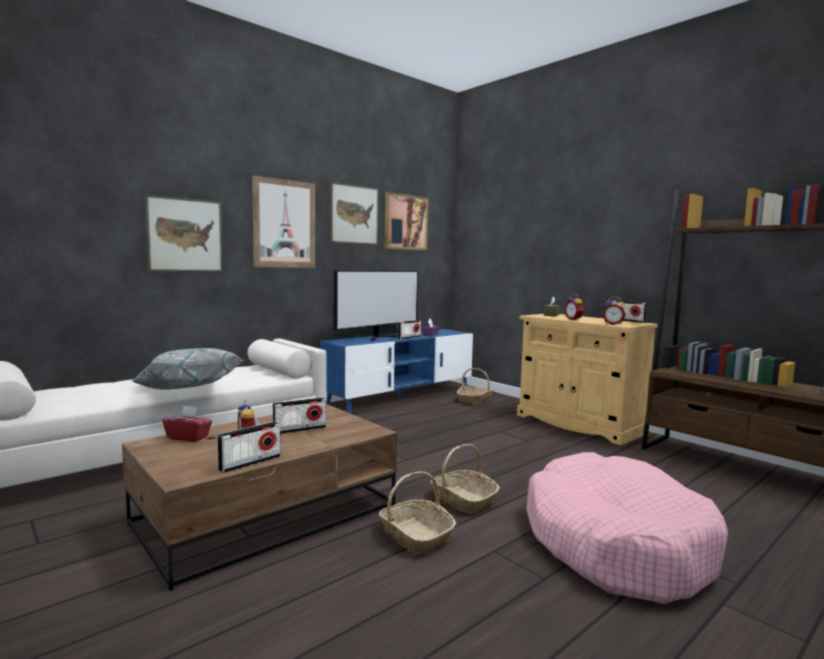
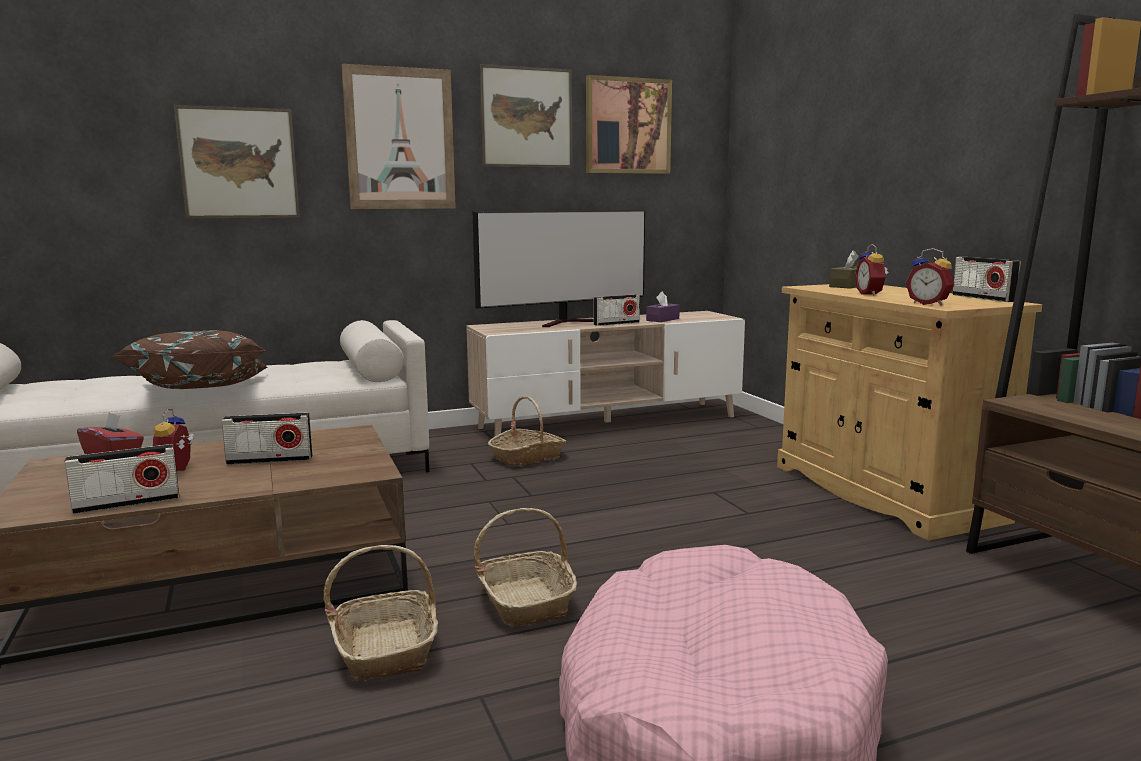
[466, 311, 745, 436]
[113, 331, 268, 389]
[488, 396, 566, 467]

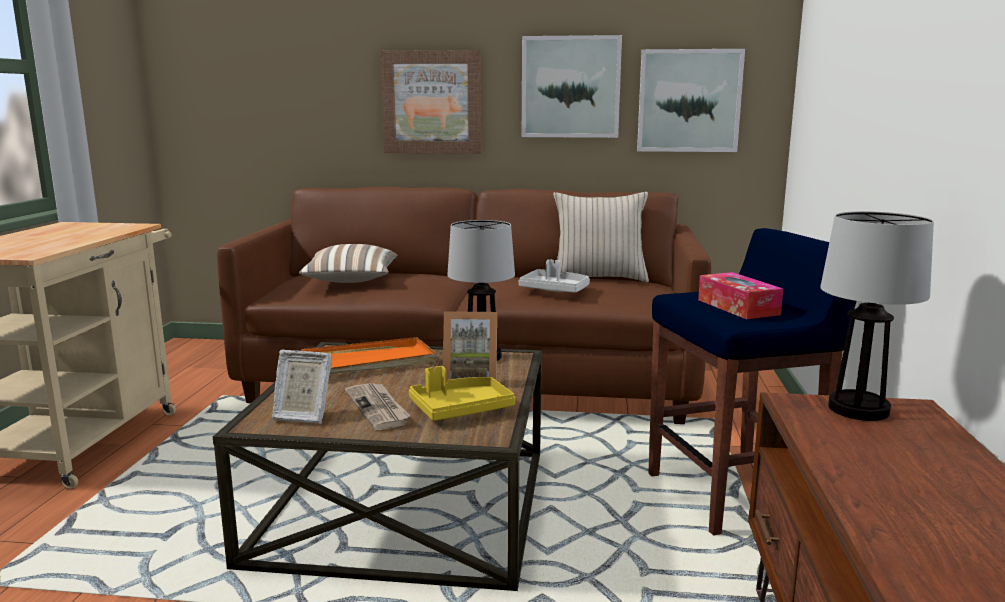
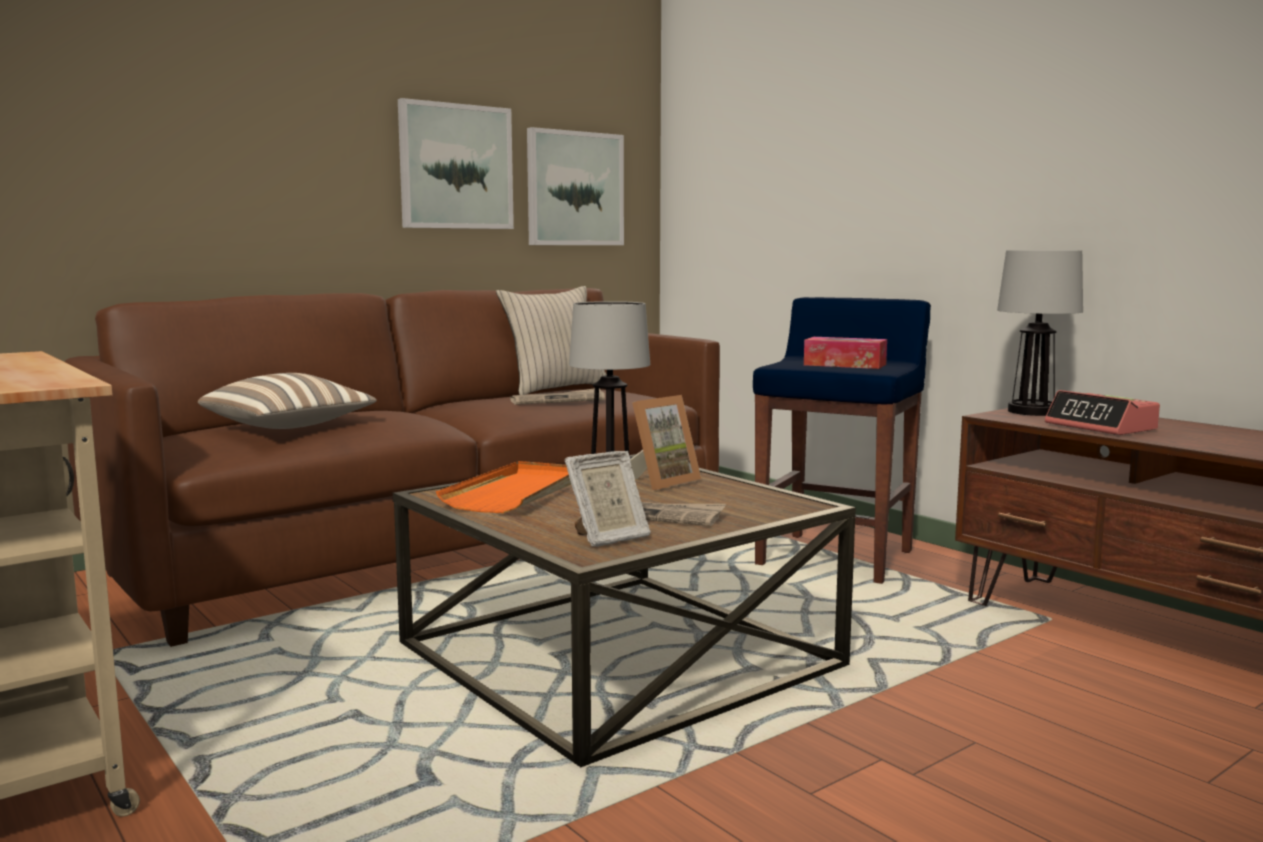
[380, 50, 482, 154] (first image)
[510, 388, 605, 405]
[409, 366, 516, 421] (first image)
[1045, 390, 1160, 435]

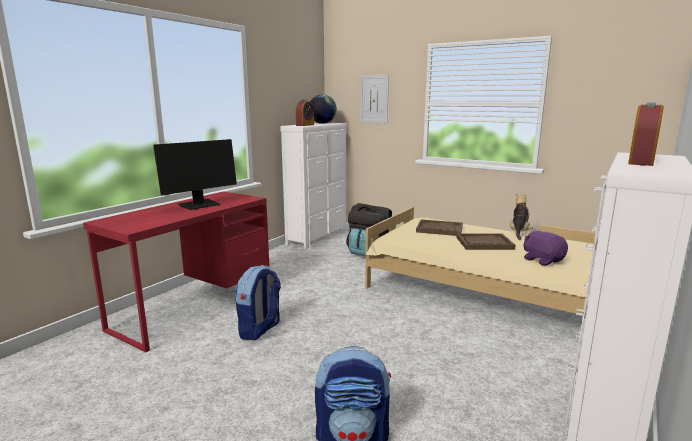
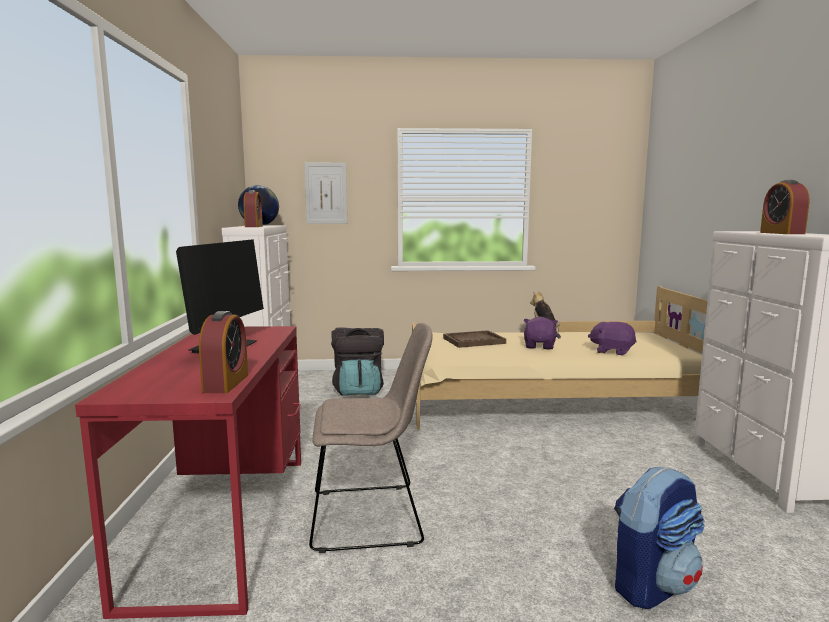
[524, 317, 558, 350]
[309, 323, 433, 553]
[199, 311, 248, 393]

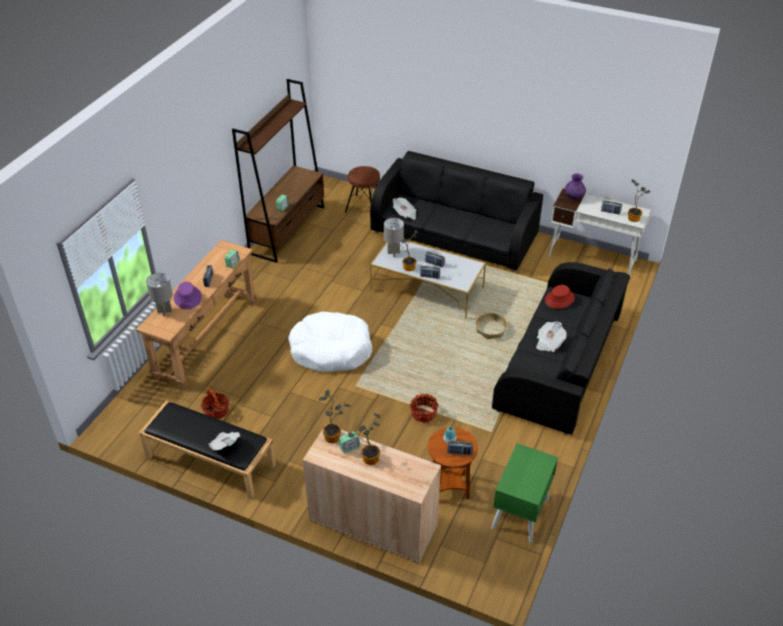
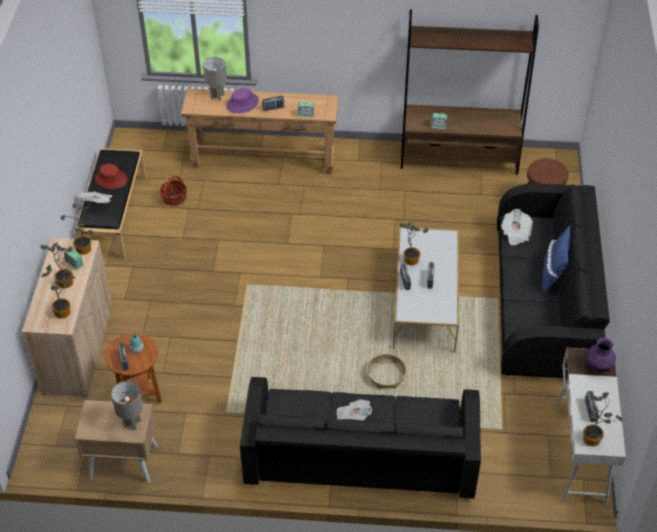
[111, 381, 143, 430]
[95, 164, 128, 189]
[288, 311, 372, 372] (first image)
[410, 394, 439, 423] (first image)
[75, 400, 158, 483]
[542, 226, 570, 293]
[41, 265, 75, 318]

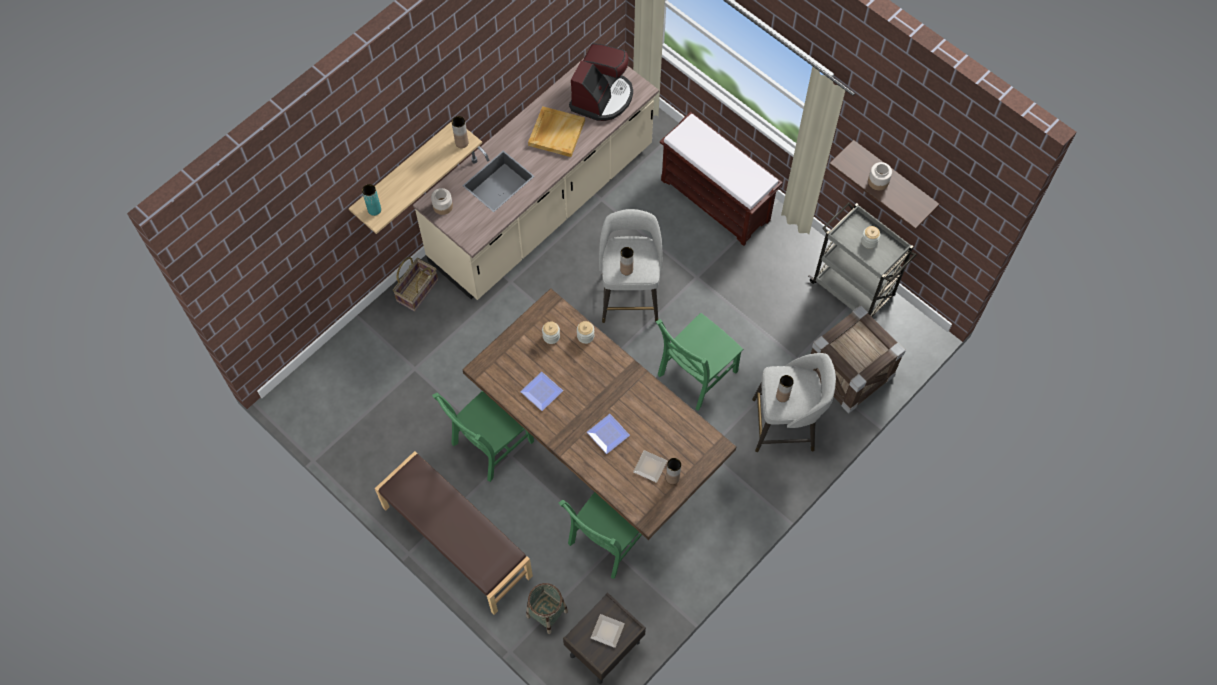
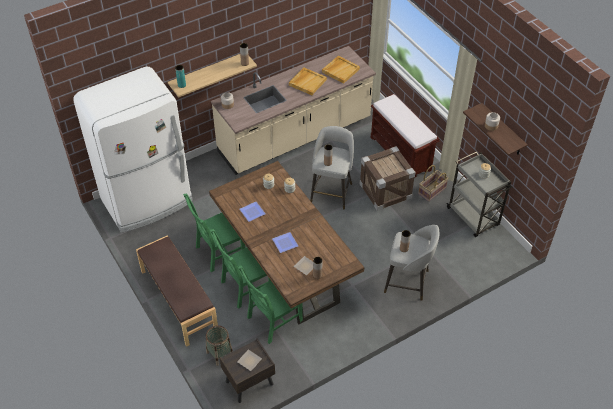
[322, 56, 360, 84]
[418, 165, 448, 202]
[360, 146, 416, 211]
[210, 229, 271, 309]
[74, 67, 193, 233]

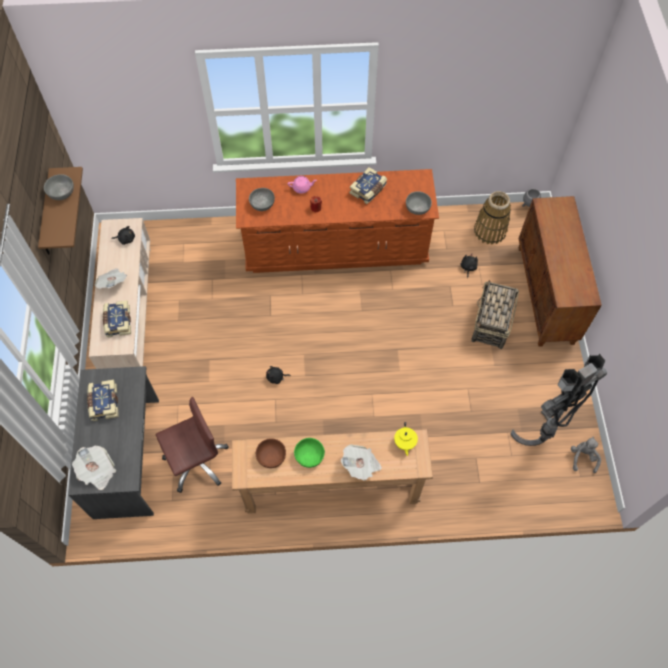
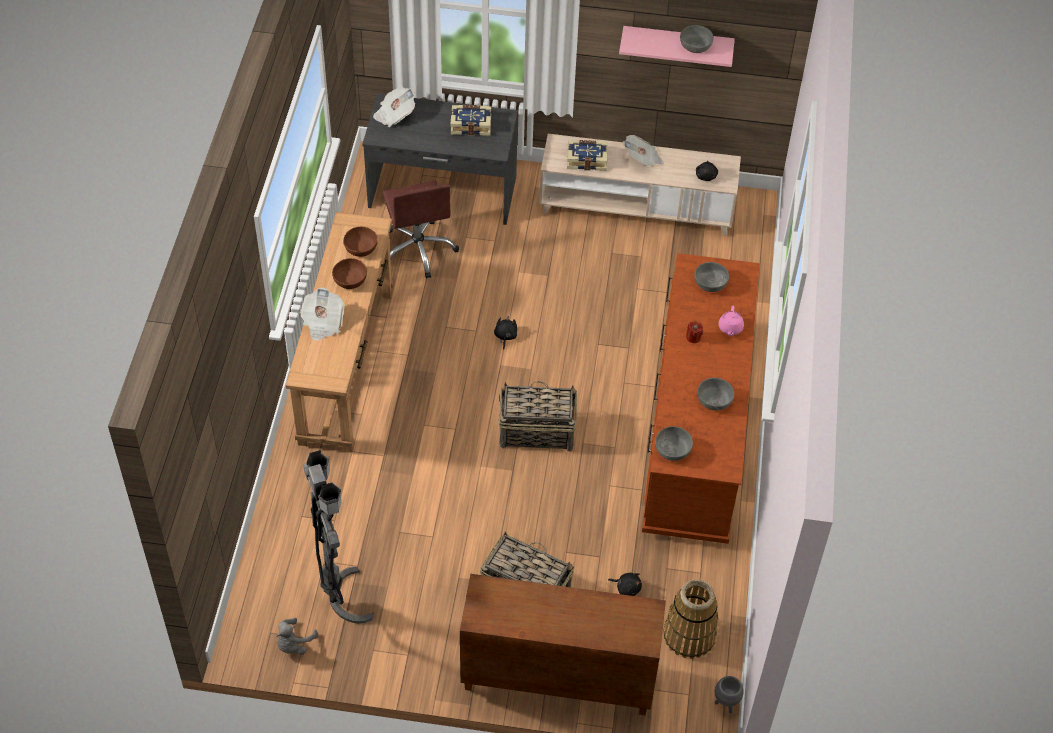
[619, 26, 735, 67]
[698, 378, 734, 411]
[394, 422, 418, 456] (first image)
[277, 617, 318, 655]
[332, 258, 367, 289]
[499, 381, 577, 452]

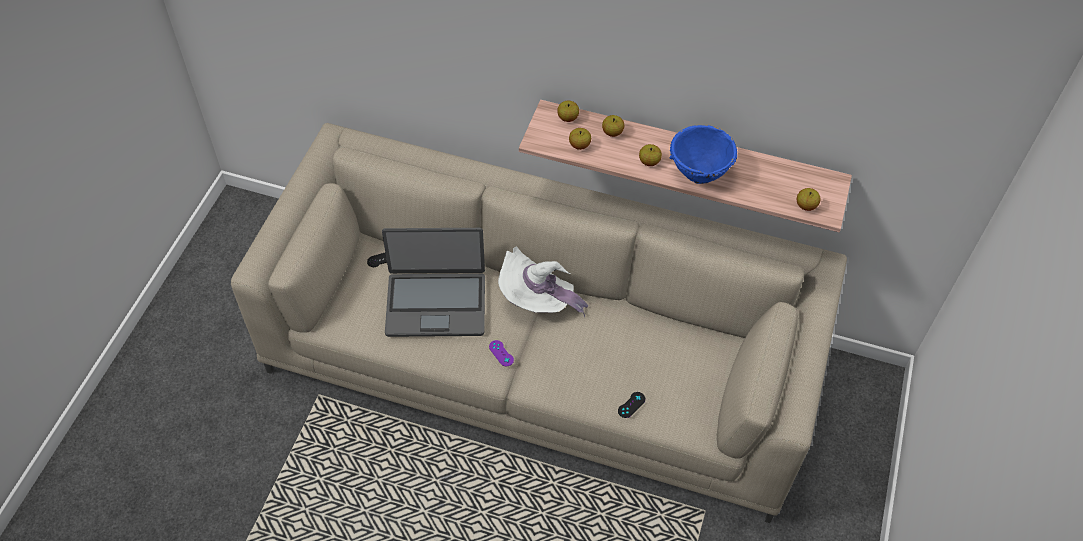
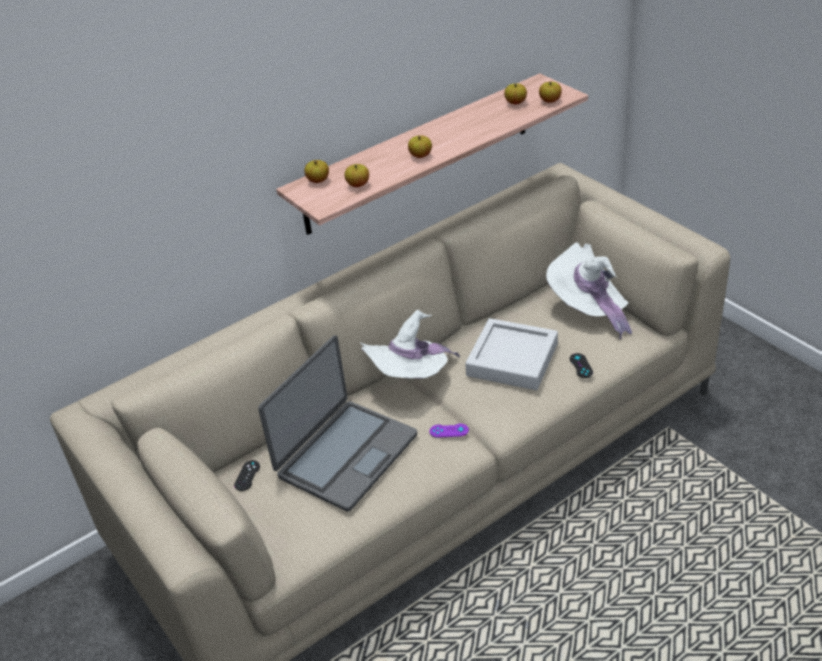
[504, 83, 527, 104]
[669, 125, 737, 184] (first image)
[546, 242, 632, 340]
[465, 318, 558, 390]

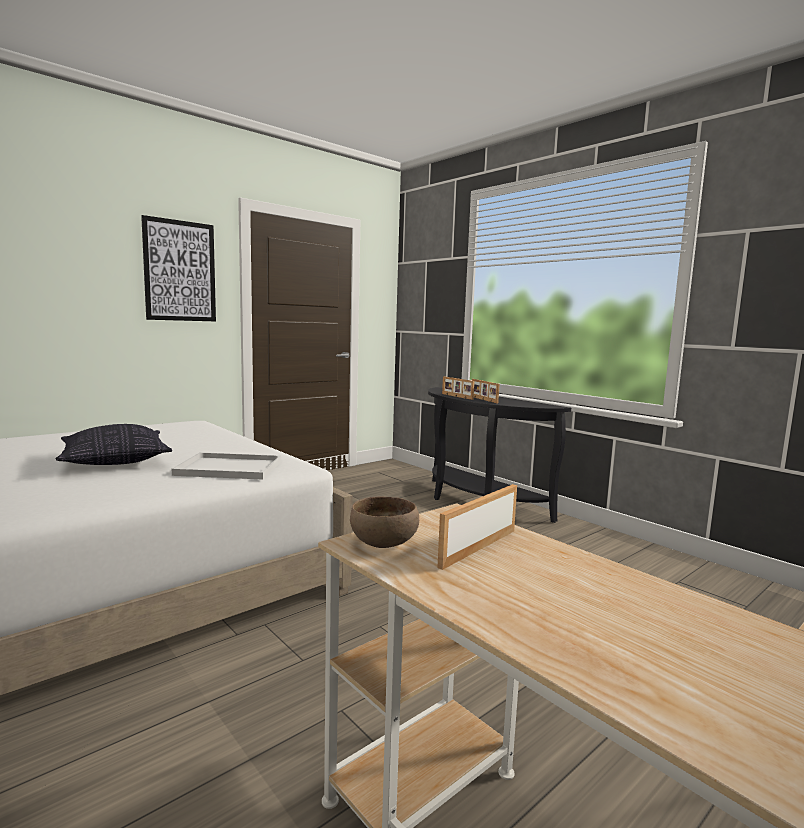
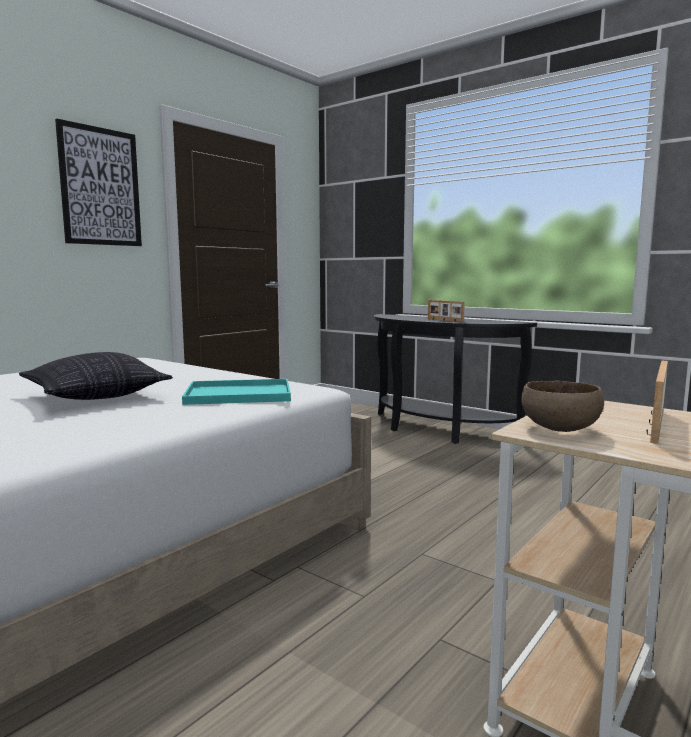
[442, 376, 474, 400] (first image)
[182, 379, 291, 405]

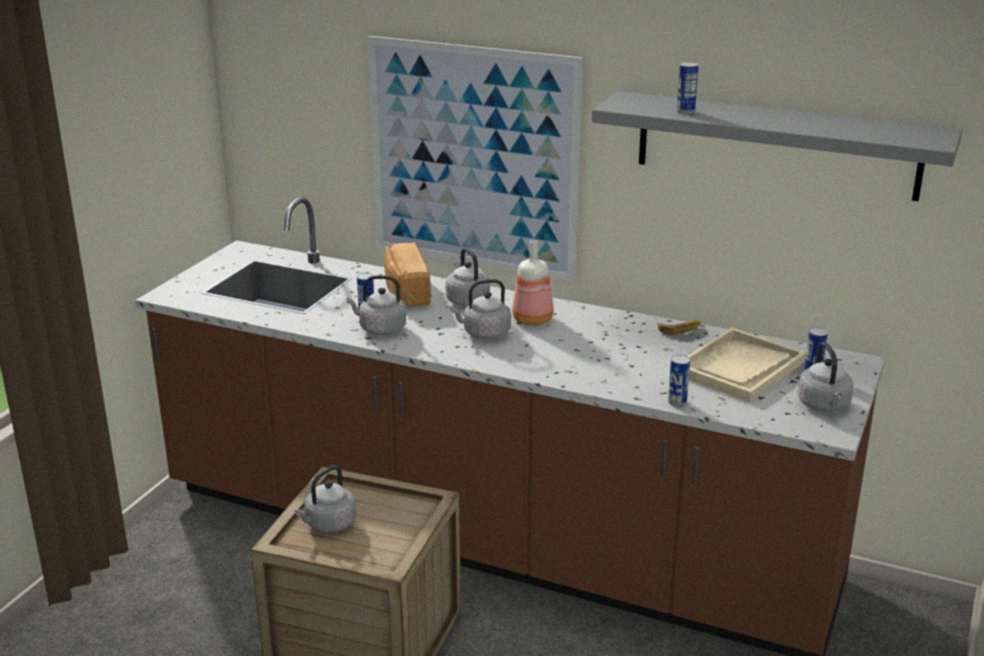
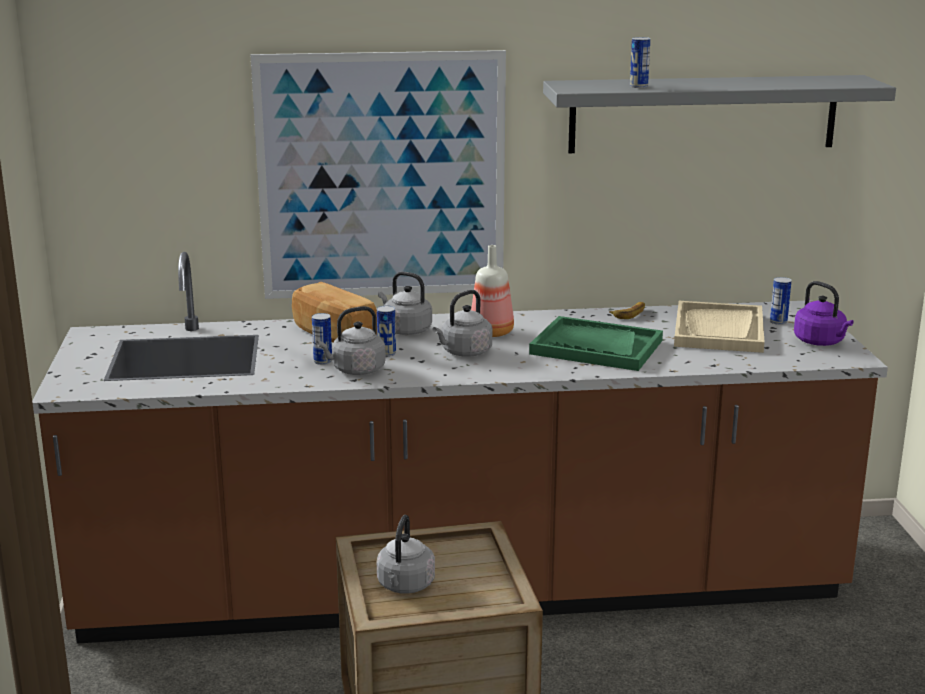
[794, 281, 853, 346]
[377, 305, 396, 356]
[529, 316, 663, 371]

